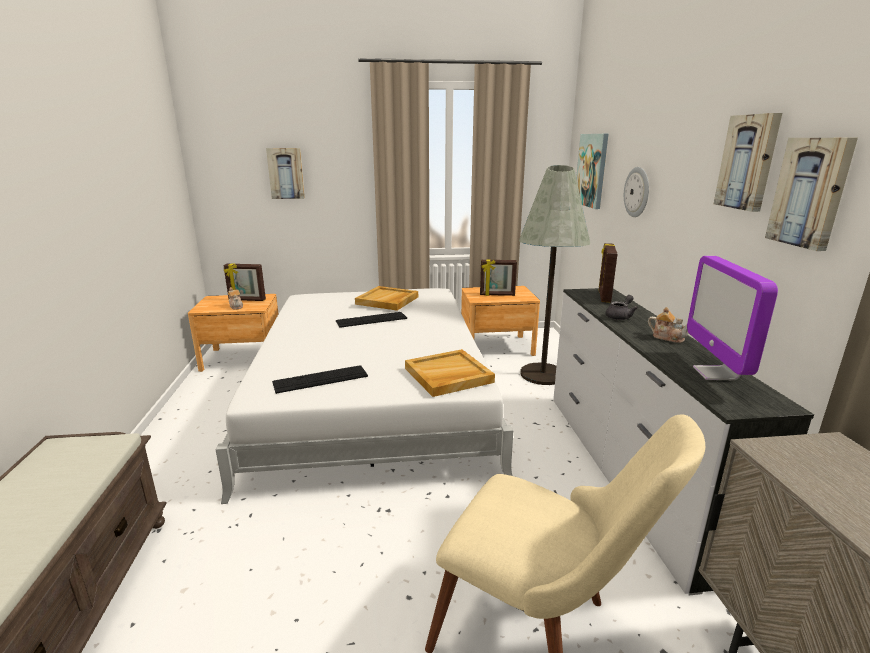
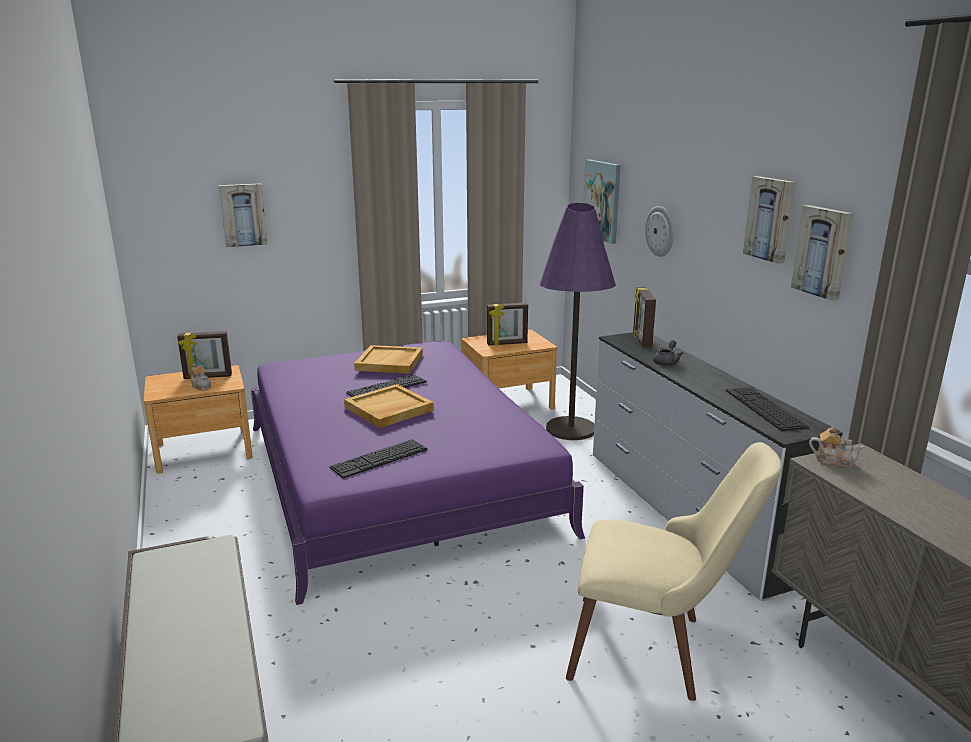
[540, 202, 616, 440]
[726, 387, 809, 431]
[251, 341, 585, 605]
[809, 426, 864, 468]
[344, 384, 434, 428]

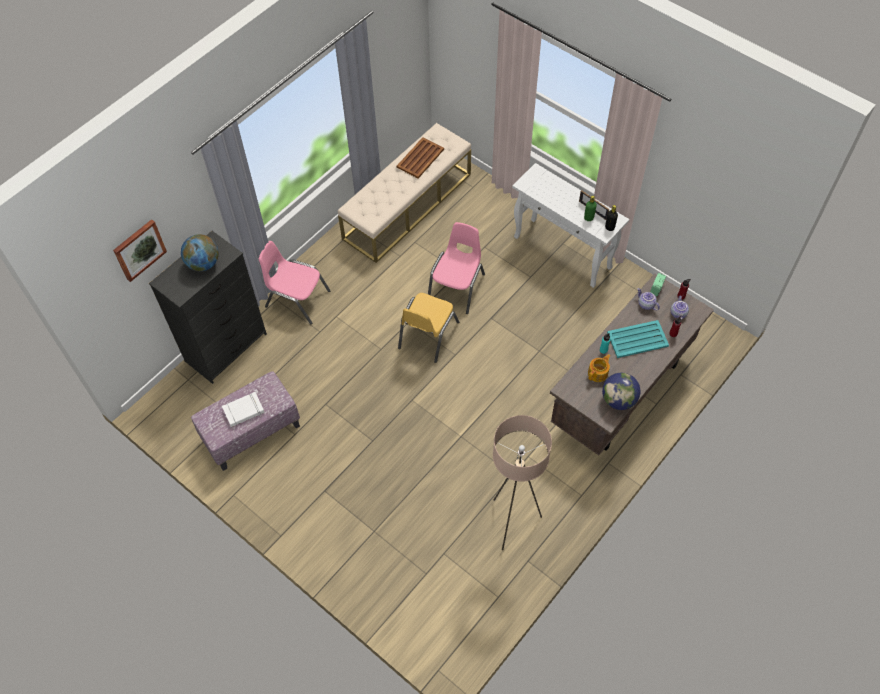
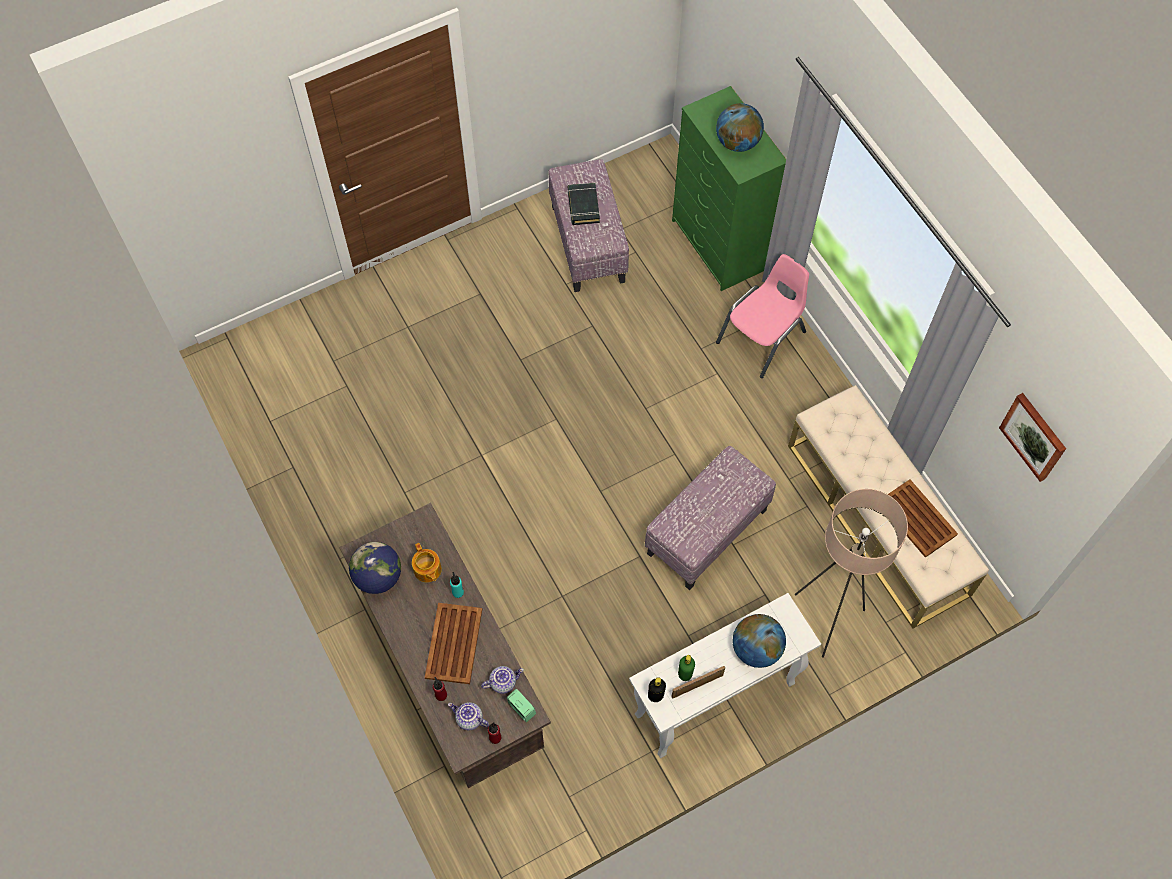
[999, 393, 1066, 482]
[645, 446, 776, 590]
[672, 86, 786, 291]
[398, 293, 459, 363] (first image)
[425, 603, 482, 684]
[568, 183, 600, 225]
[795, 489, 908, 658]
[733, 614, 786, 668]

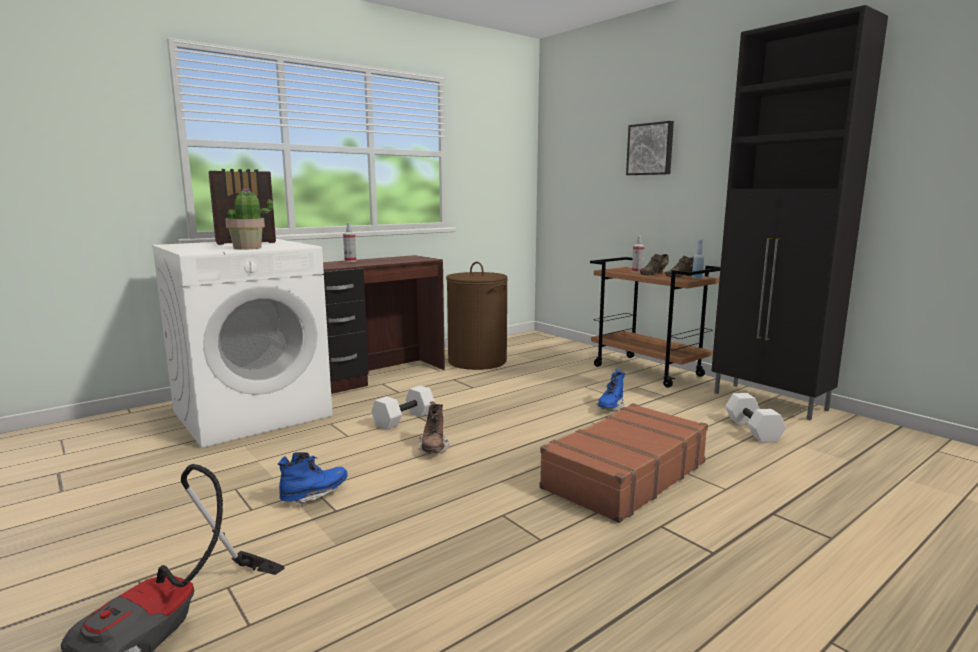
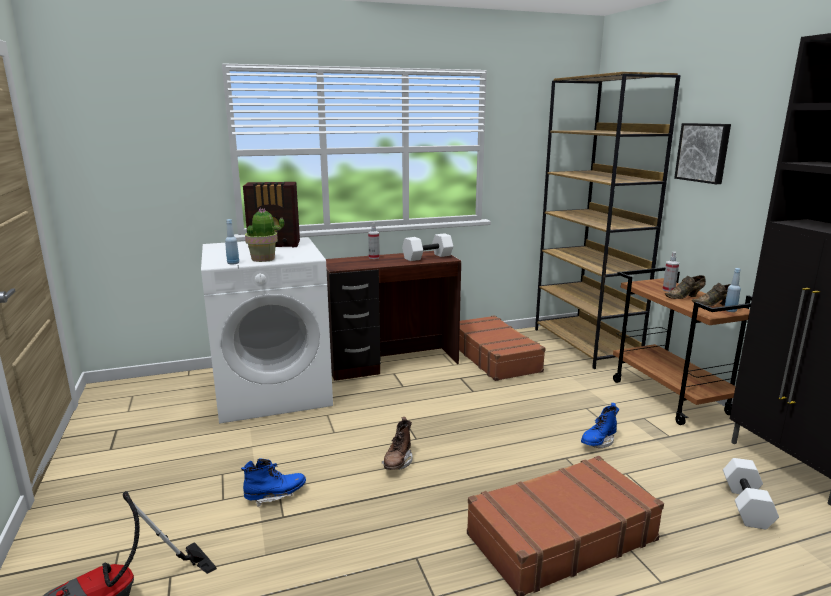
[459, 315, 546, 381]
[402, 233, 453, 261]
[535, 72, 681, 369]
[225, 219, 239, 264]

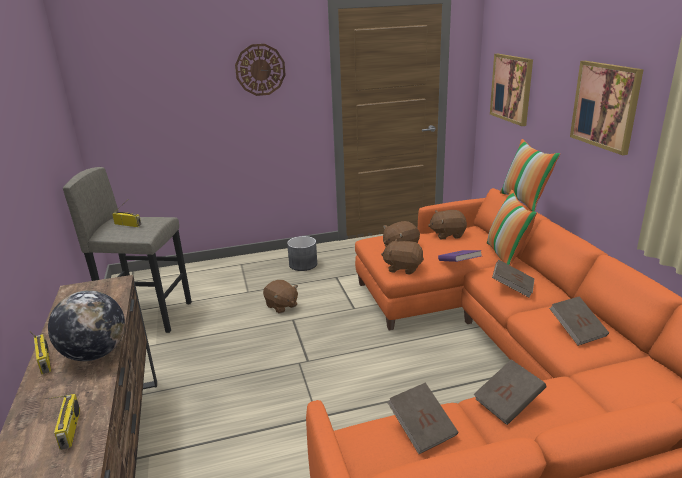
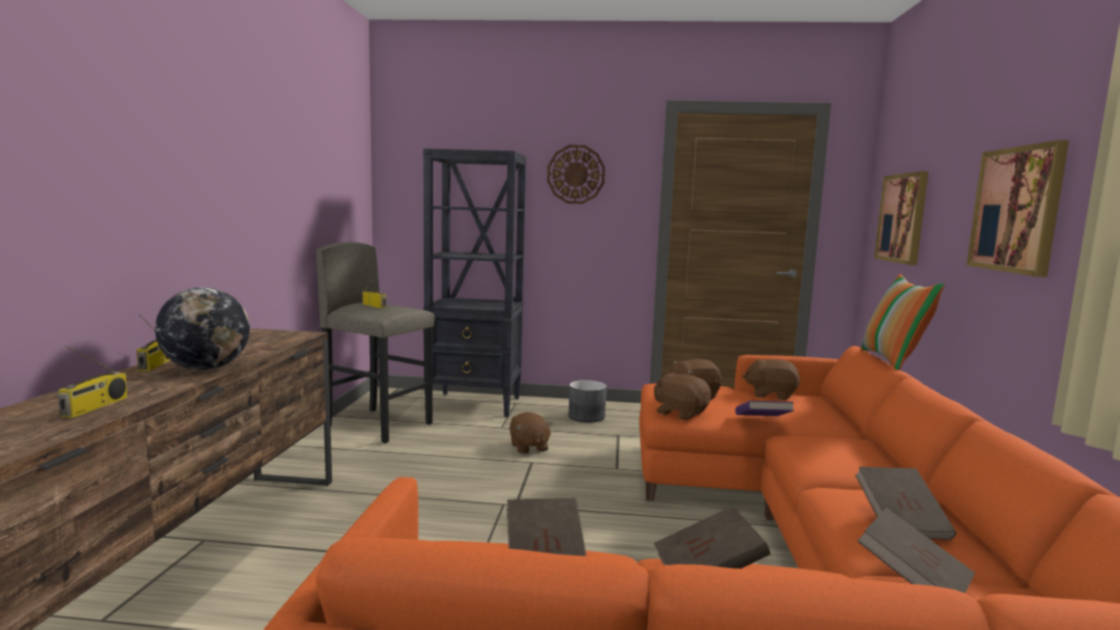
[487, 190, 537, 266] (first image)
[857, 508, 975, 593]
[423, 149, 526, 417]

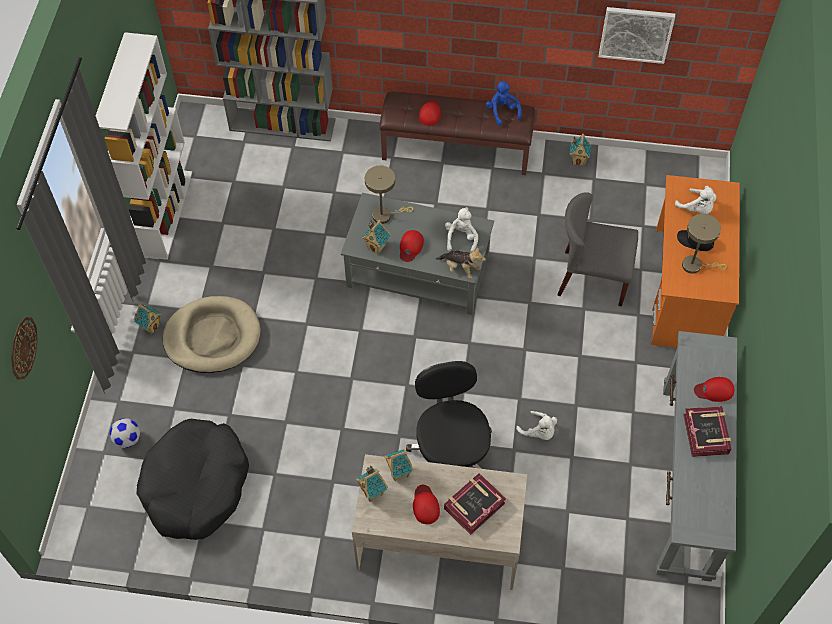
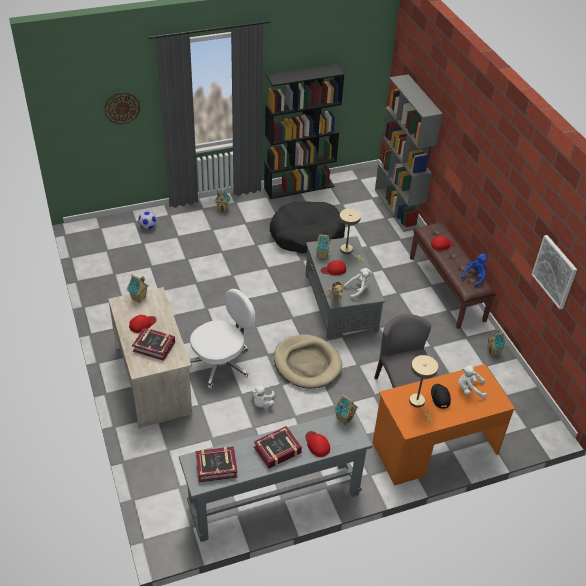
[264, 64, 344, 199]
[458, 365, 487, 399]
[274, 335, 342, 388]
[189, 289, 255, 389]
[270, 201, 345, 253]
[333, 394, 358, 425]
[195, 446, 238, 482]

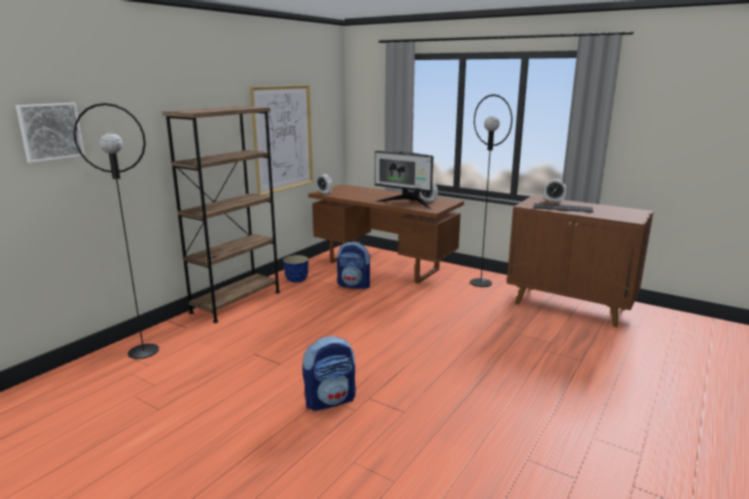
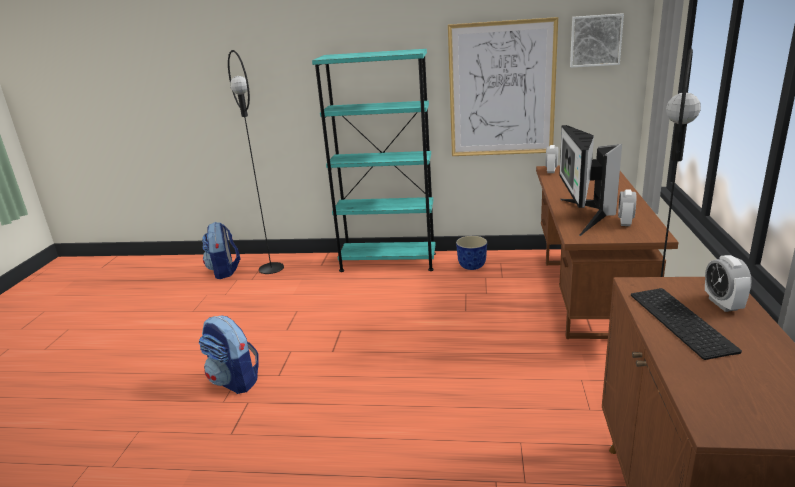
[570, 13, 624, 68]
[312, 49, 436, 272]
[202, 222, 241, 279]

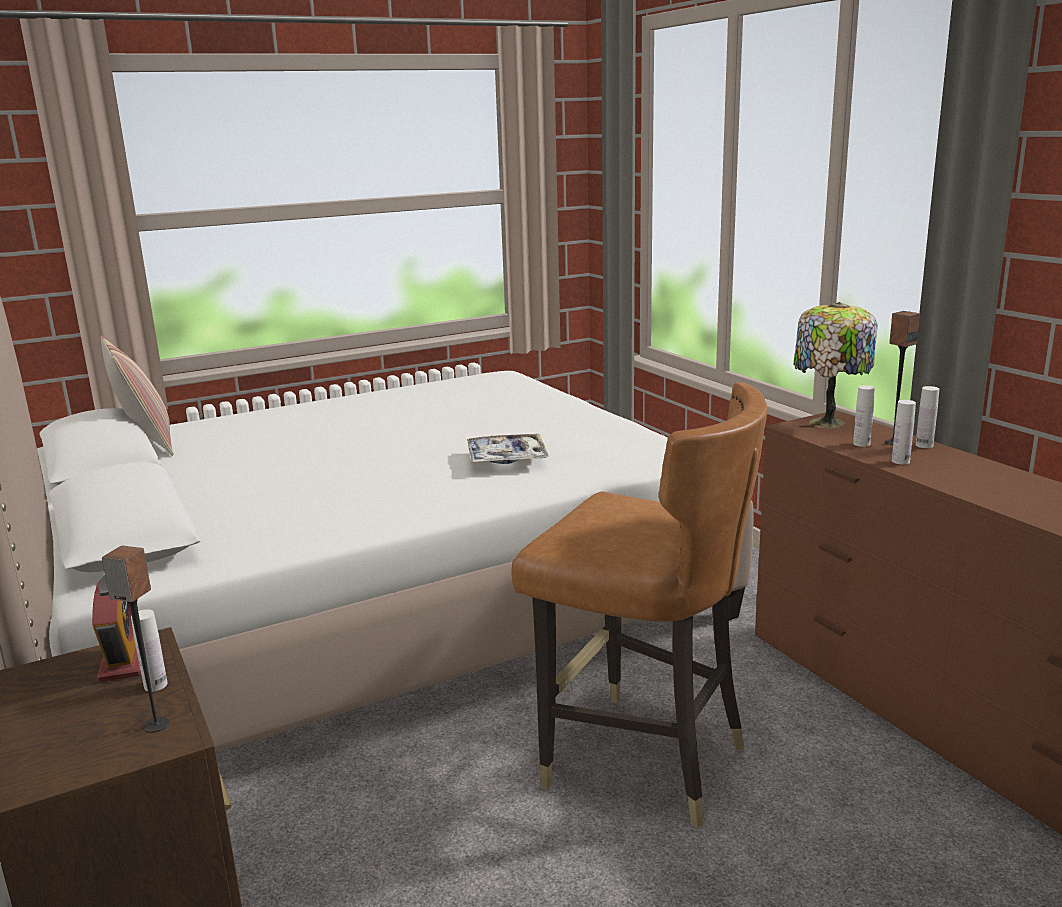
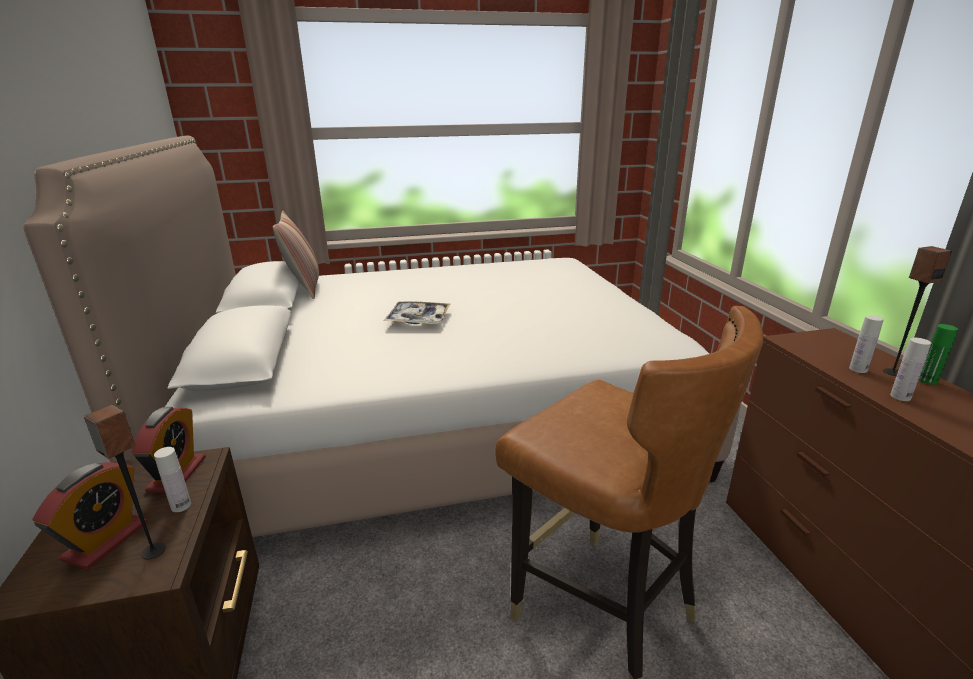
[794, 302, 878, 429] (first image)
[919, 324, 958, 385]
[384, 301, 450, 324]
[32, 462, 147, 570]

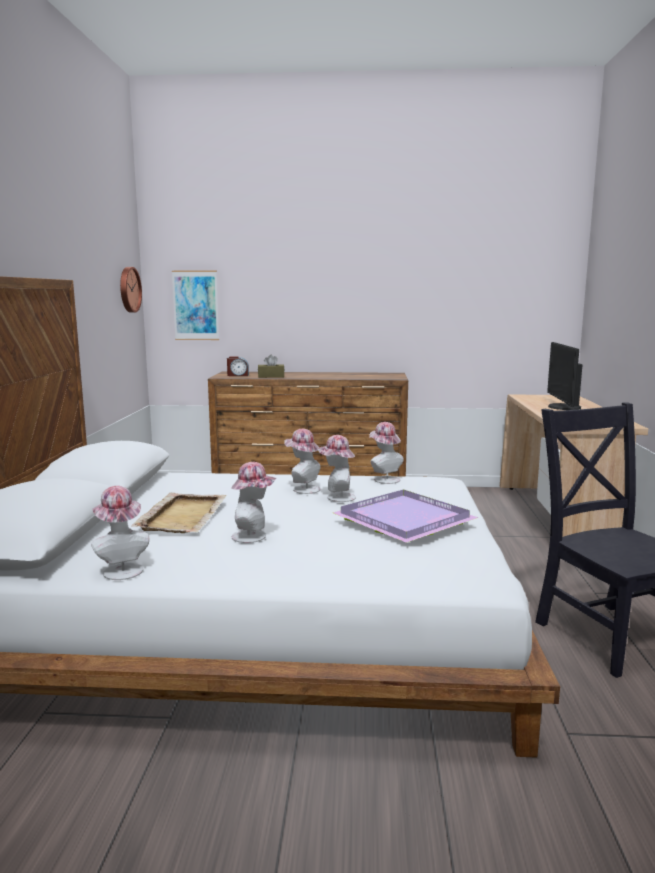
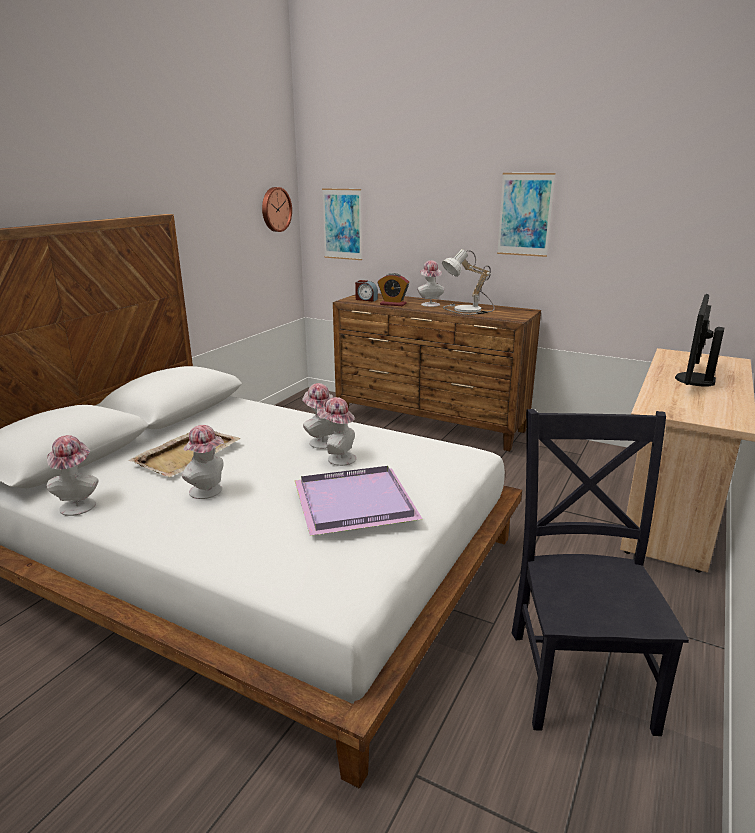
[378, 273, 409, 306]
[417, 260, 445, 307]
[497, 173, 555, 257]
[442, 249, 495, 315]

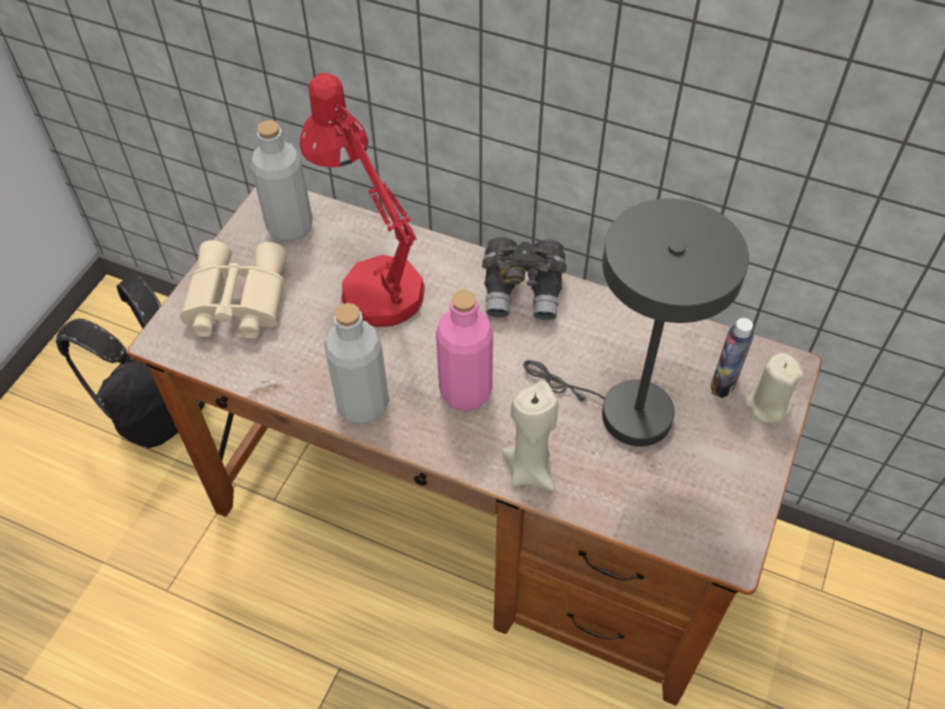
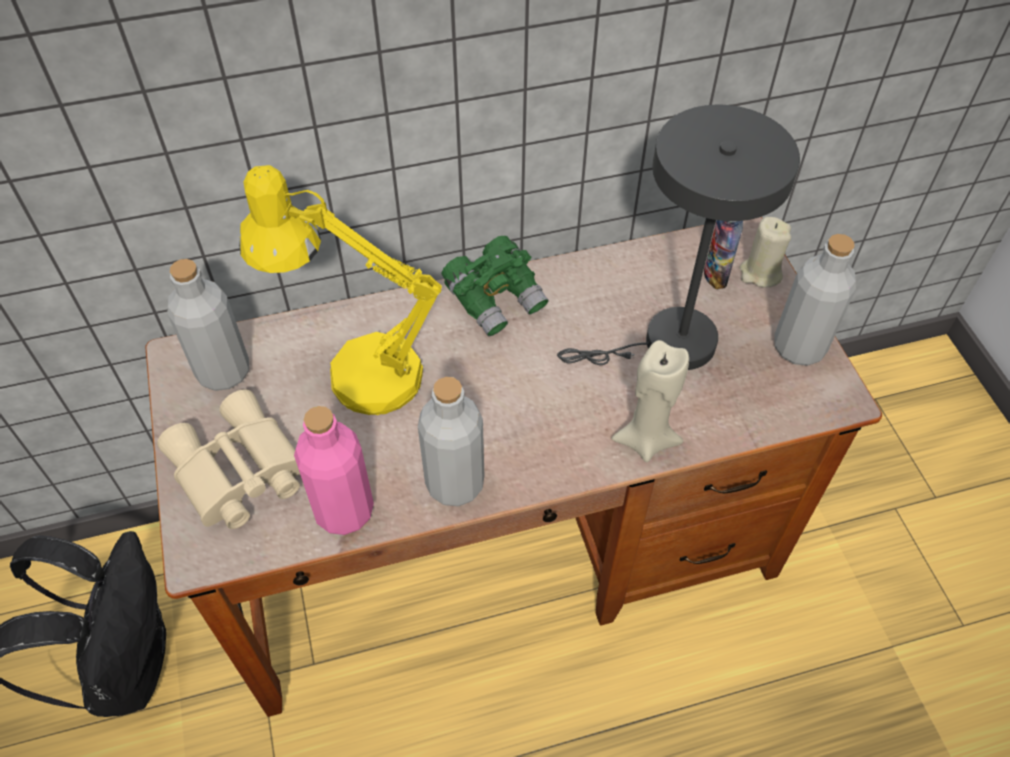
[239, 165, 442, 415]
[442, 236, 549, 336]
[294, 406, 374, 535]
[774, 234, 856, 366]

